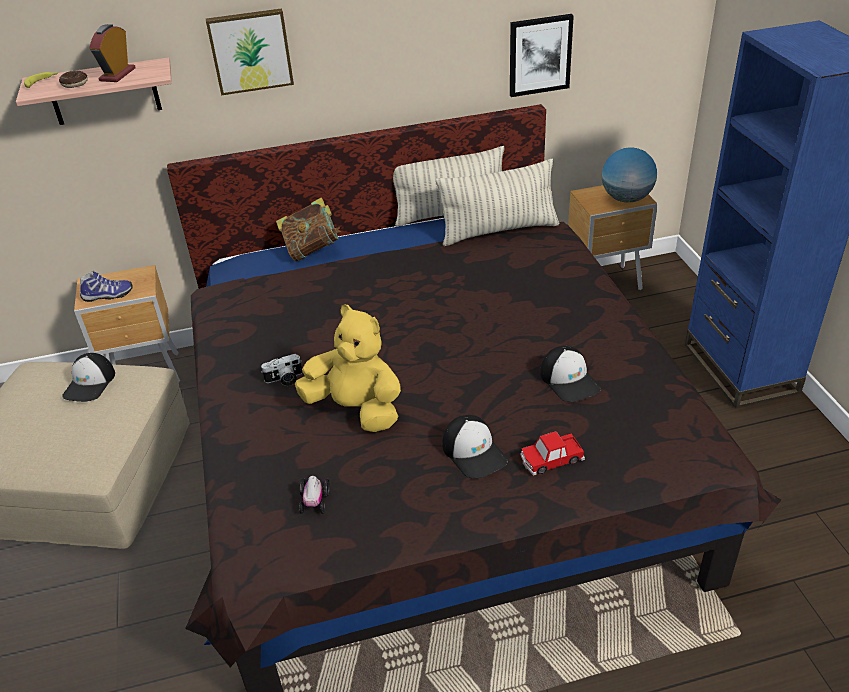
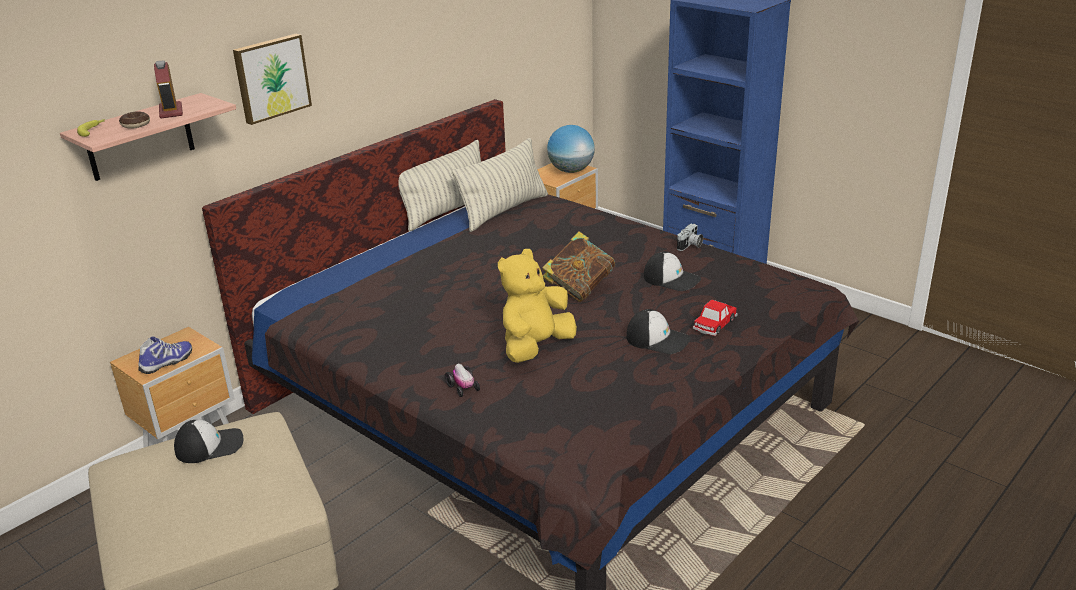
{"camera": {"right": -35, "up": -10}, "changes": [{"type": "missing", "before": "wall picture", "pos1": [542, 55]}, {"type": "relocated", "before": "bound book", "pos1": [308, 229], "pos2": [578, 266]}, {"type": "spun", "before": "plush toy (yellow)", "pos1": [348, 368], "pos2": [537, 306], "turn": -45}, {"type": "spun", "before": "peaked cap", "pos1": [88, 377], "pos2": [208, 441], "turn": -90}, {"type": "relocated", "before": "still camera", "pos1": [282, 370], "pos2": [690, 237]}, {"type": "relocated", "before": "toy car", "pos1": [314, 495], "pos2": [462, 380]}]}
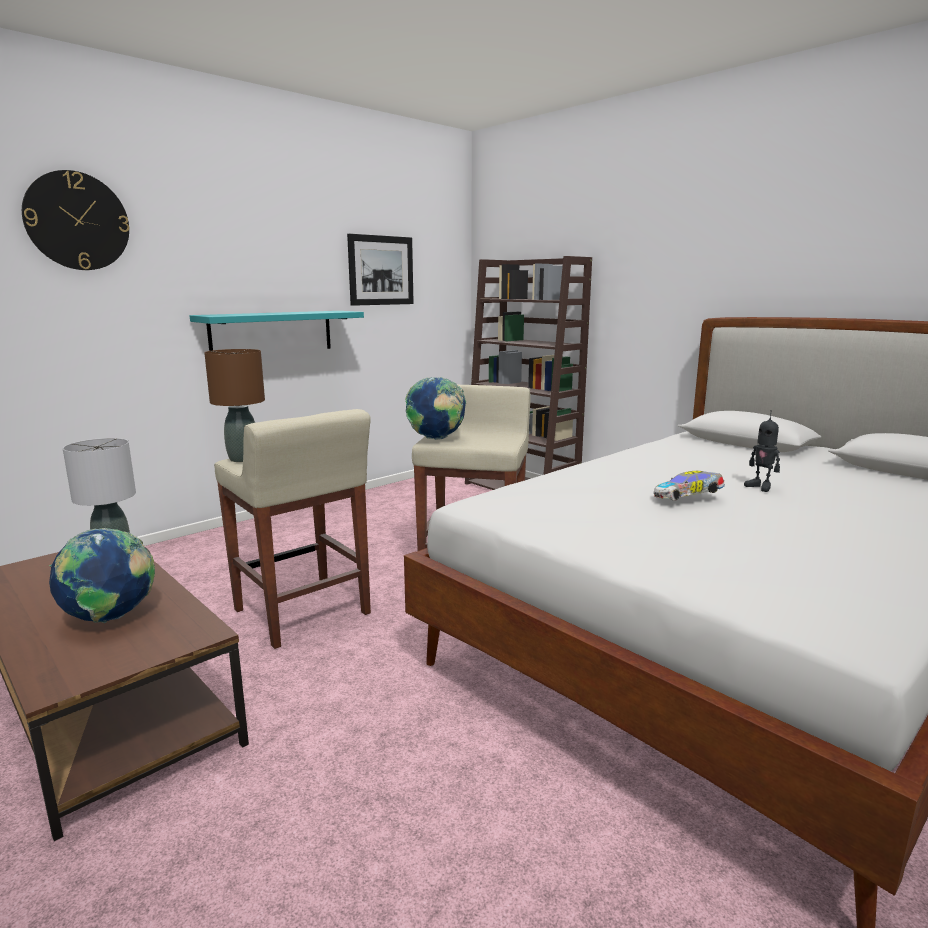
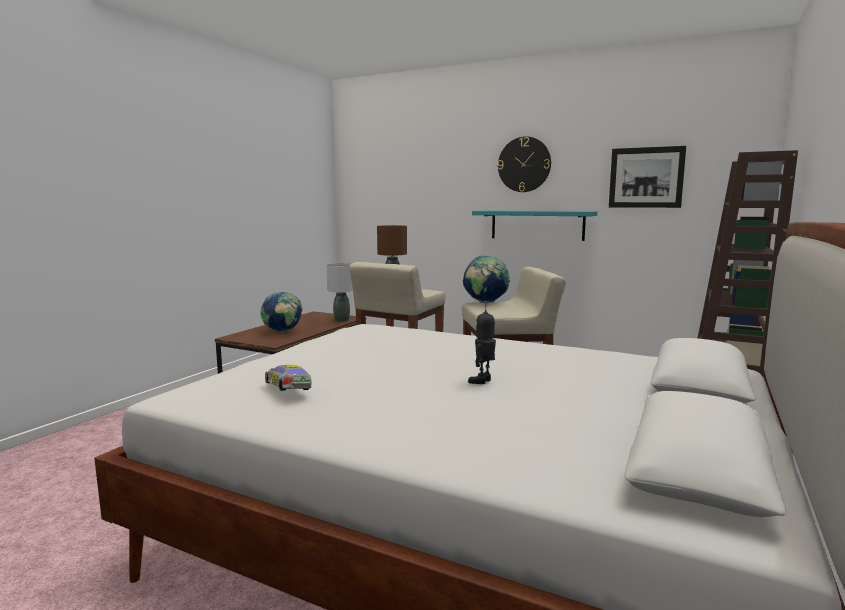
{"camera": {"right": 70, "up": -5}, "changes": [{"type": "relocated", "before": "wall clock", "pos1": [75, 220], "pos2": [524, 164]}, {"type": "relocated", "before": "toy car", "pos1": [689, 486], "pos2": [288, 378]}]}
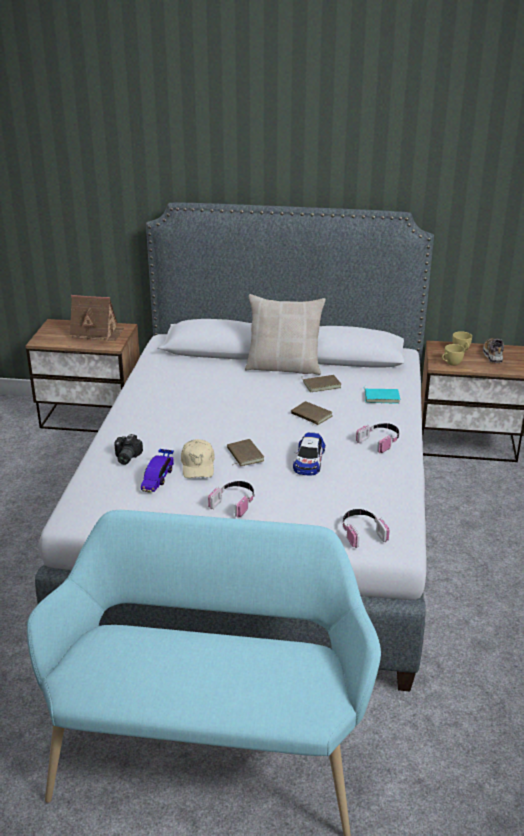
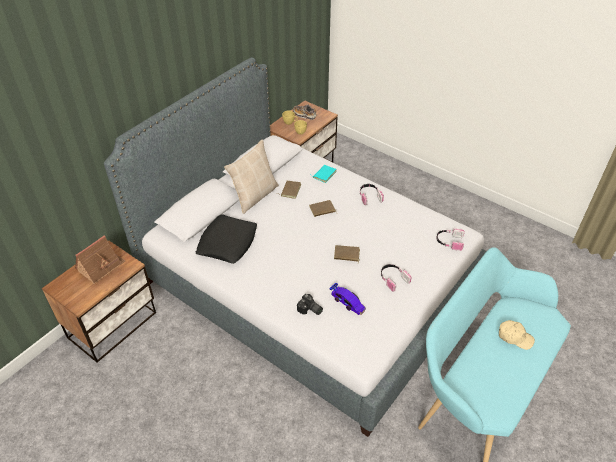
{"camera": {"right": -60, "up": 15}, "changes": [{"type": "missing", "before": "toy car", "pos1": [309, 454]}, {"type": "relocated", "before": "peaked cap (beige-coloured)", "pos1": [198, 458], "pos2": [517, 335]}, {"type": "appeared", "after": "pillow (black-coloured)", "pos2": [226, 239]}]}
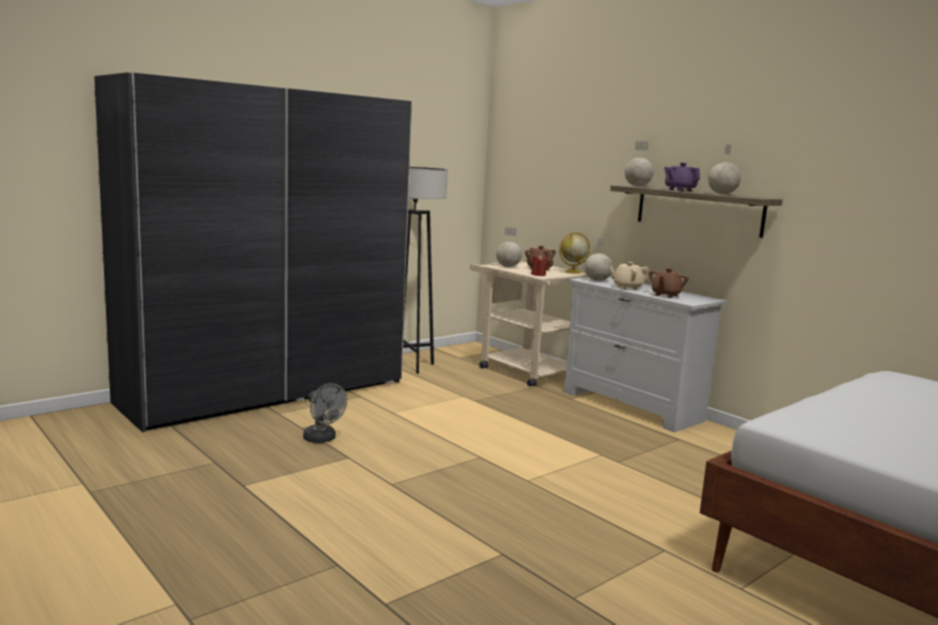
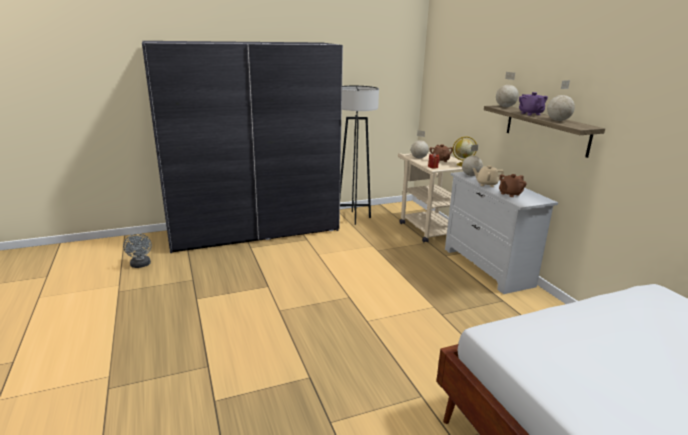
{"camera": {"right": 20, "up": 10}, "changes": [{"type": "relocated", "before": "electric fan (gray)", "pos1": [325, 413], "pos2": [137, 250]}]}
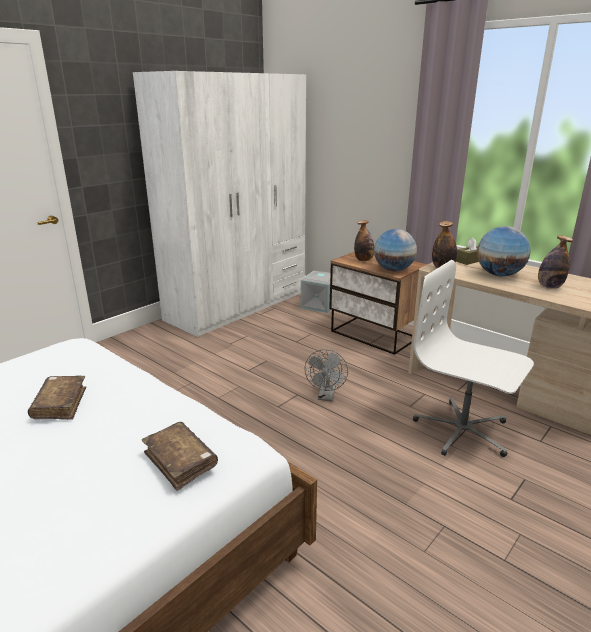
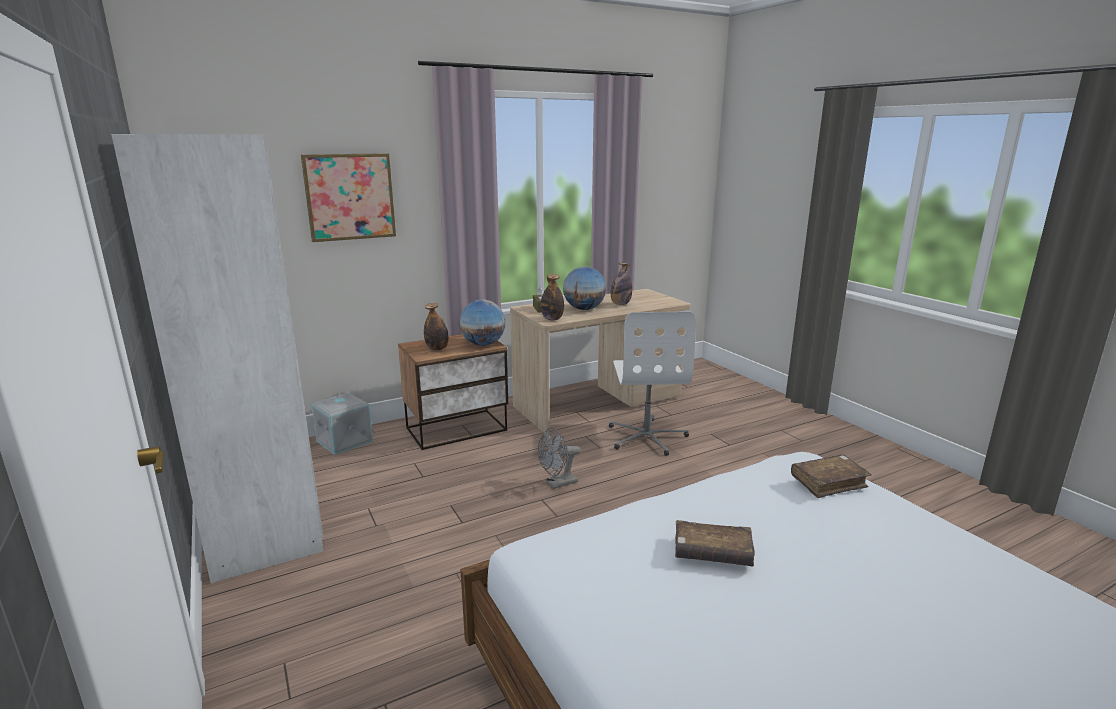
{"camera": {"right": -70, "up": -5}, "changes": [{"type": "spun", "before": "desk chair (white)", "pos1": [473, 358], "pos2": [652, 384], "turn": -60}, {"type": "spun", "before": "electric fan (gray)", "pos1": [326, 375], "pos2": [559, 458], "turn": 120}, {"type": "appeared", "after": "wall picture", "pos2": [348, 197]}]}
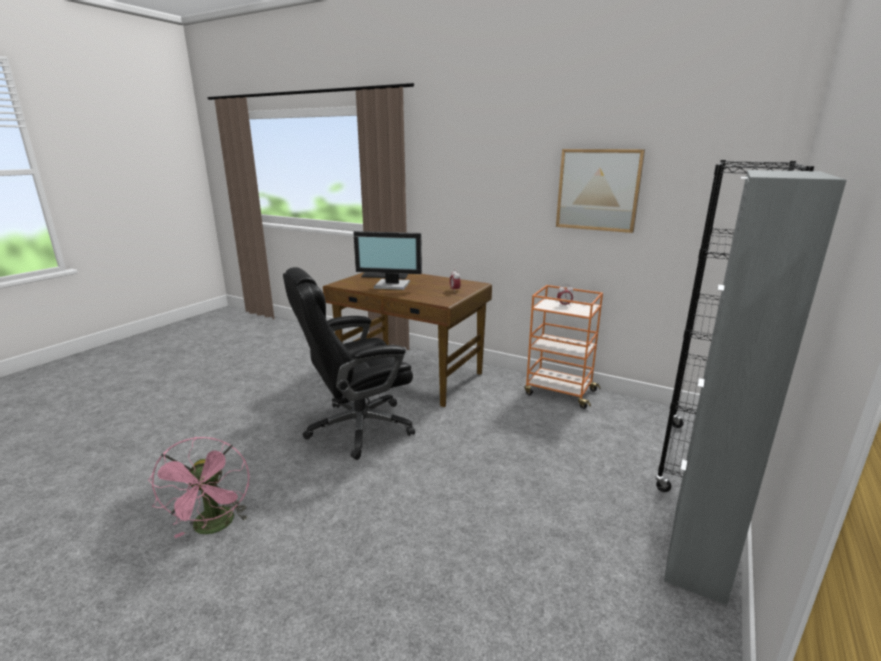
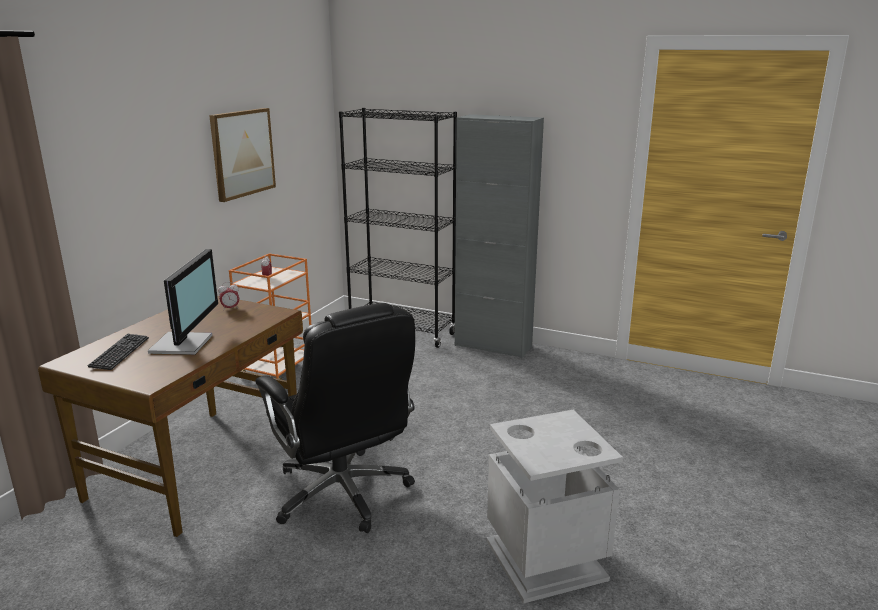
{"camera": {"right": -95, "up": 0}, "changes": [{"type": "exchanged", "before": "electric fan (pinkish)", "after": "waste bin (gray)", "pos1": [198, 487], "pos2": [554, 507]}]}
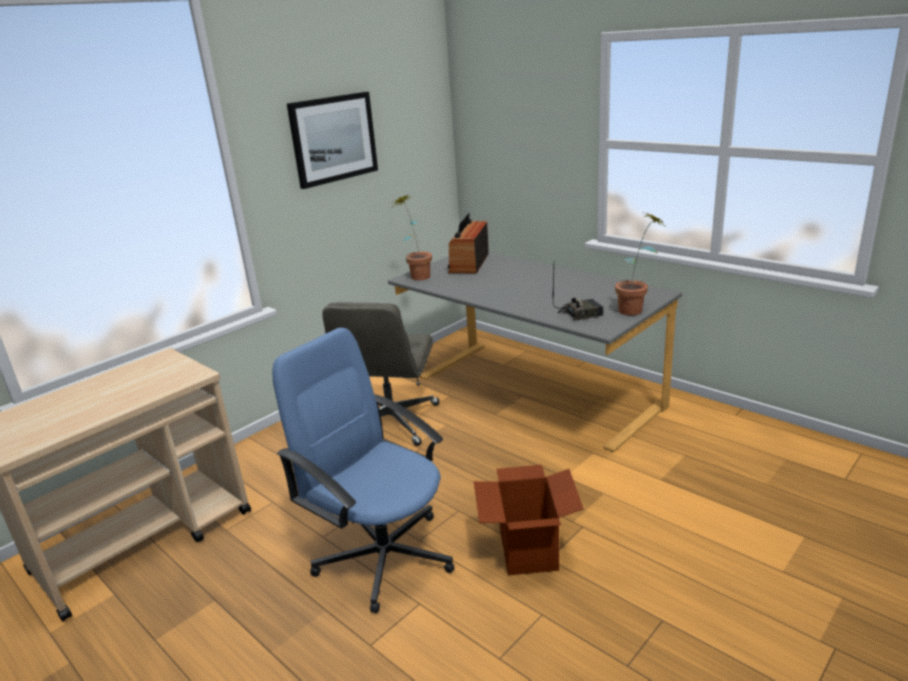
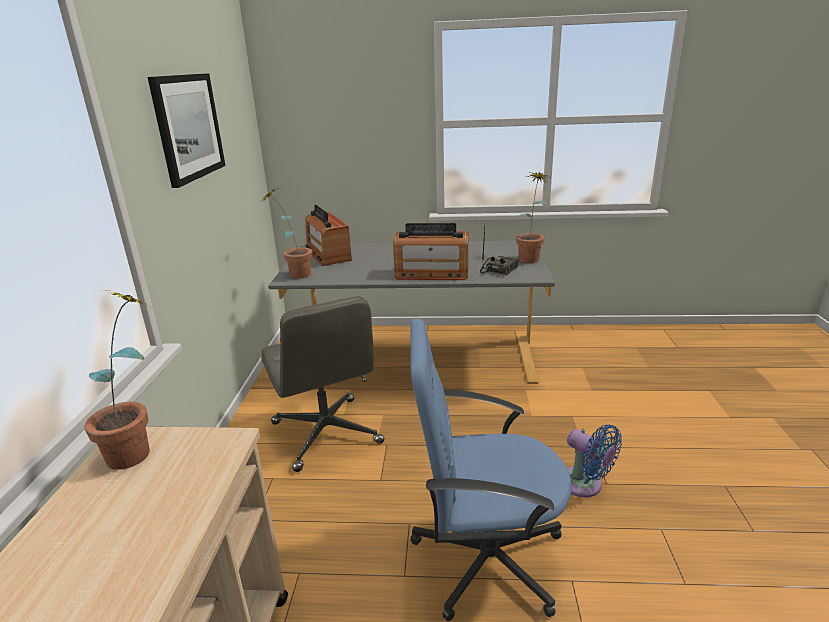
{"camera": {"right": -40, "up": 0}, "changes": [{"type": "exchanged", "before": "packing box", "after": "electric fan (blue)", "pos1": [529, 520], "pos2": [594, 461]}, {"type": "appeared", "after": "radio set", "pos2": [431, 251]}, {"type": "appeared", "after": "potted plant", "pos2": [117, 381]}]}
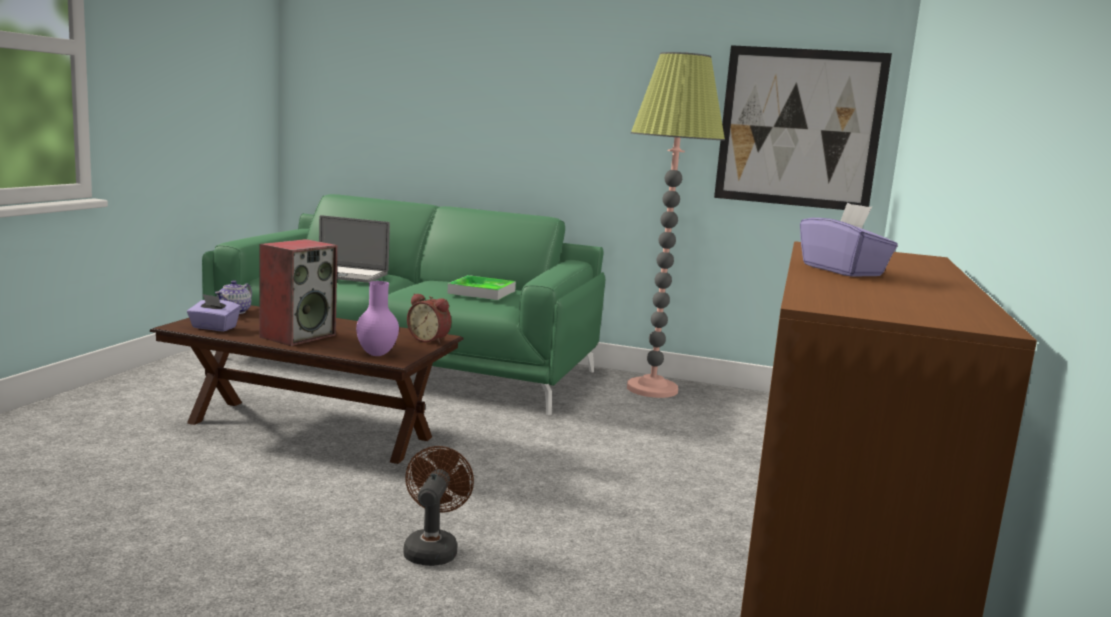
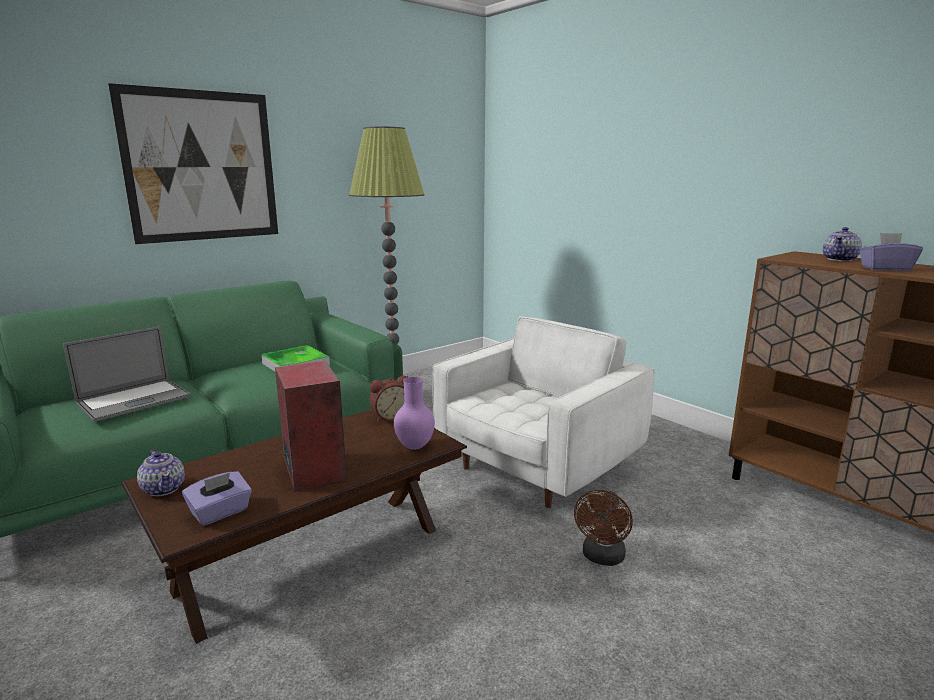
{"camera": {"right": -55, "up": 5}, "changes": [{"type": "relocated", "before": "wall picture", "pos1": [803, 127], "pos2": [193, 163]}, {"type": "spun", "before": "electric fan (brownish)", "pos1": [438, 506], "pos2": [603, 528], "turn": -105}, {"type": "appeared", "after": "tea pot", "pos2": [842, 244]}, {"type": "appeared", "after": "armchair (white)", "pos2": [543, 412]}]}
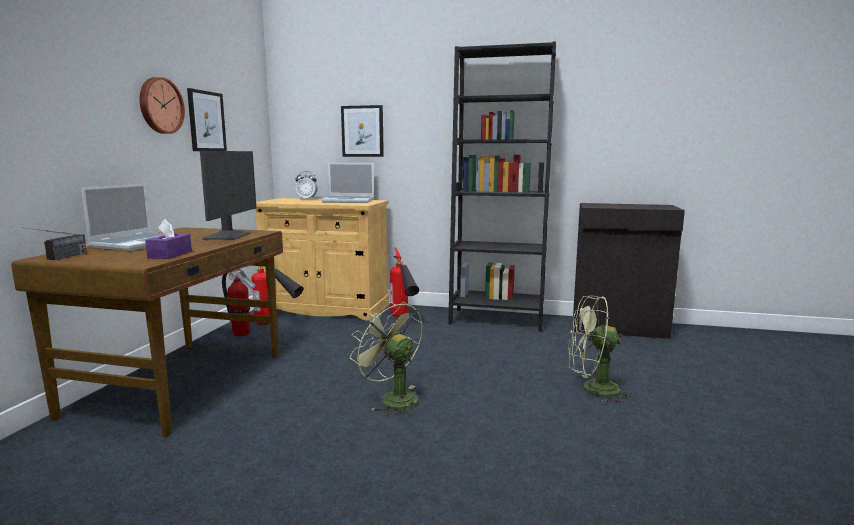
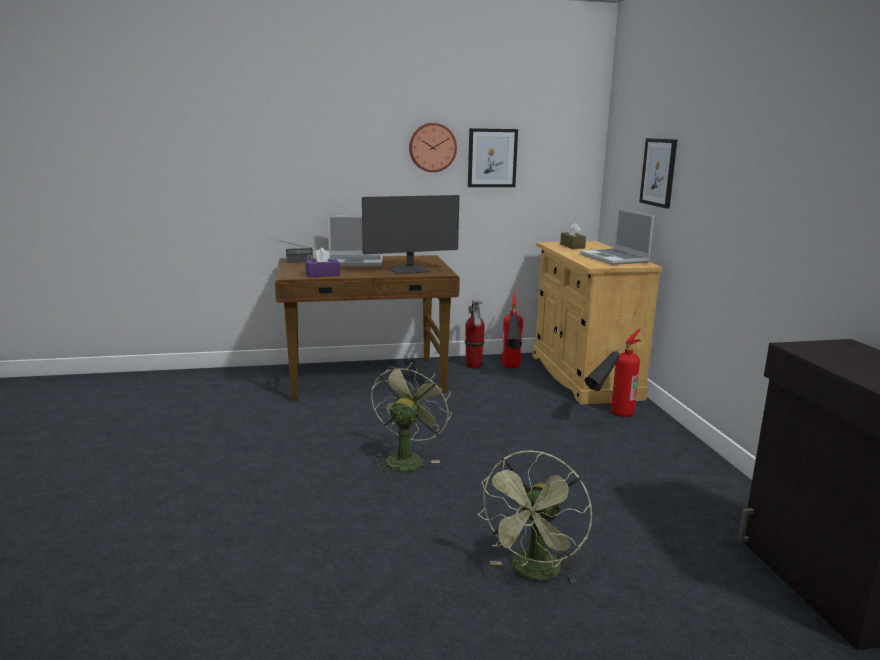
{"camera": {"right": 65, "up": 5}, "changes": [{"type": "missing", "before": "bookcase (black-coloured)", "pos1": [502, 186]}, {"type": "missing", "before": "bedside clock", "pos1": [306, 185]}, {"type": "spun", "before": "electric fan (green-coloured)", "pos1": [601, 349], "pos2": [534, 516], "turn": -135}, {"type": "appeared", "after": "tissue box (brownish)", "pos2": [573, 236]}]}
